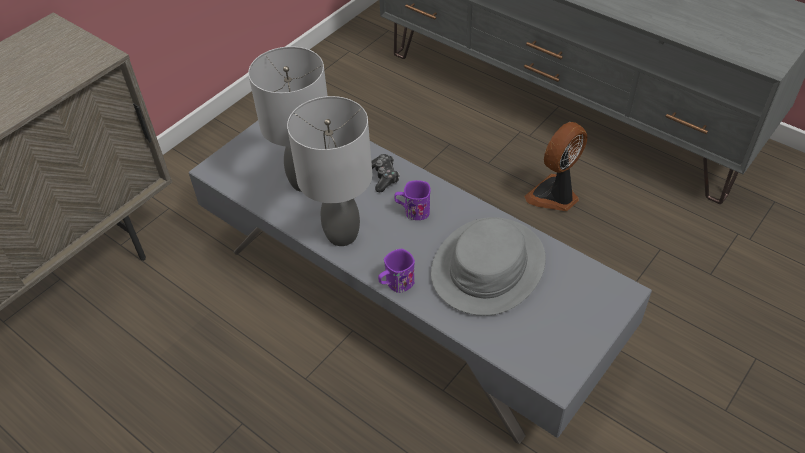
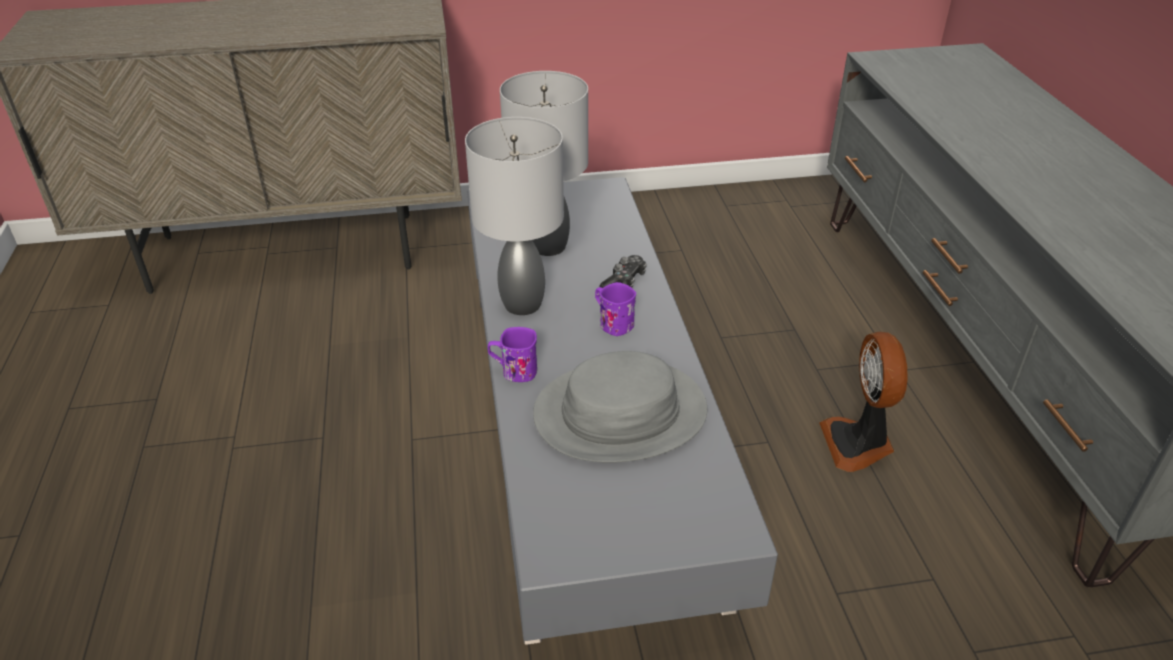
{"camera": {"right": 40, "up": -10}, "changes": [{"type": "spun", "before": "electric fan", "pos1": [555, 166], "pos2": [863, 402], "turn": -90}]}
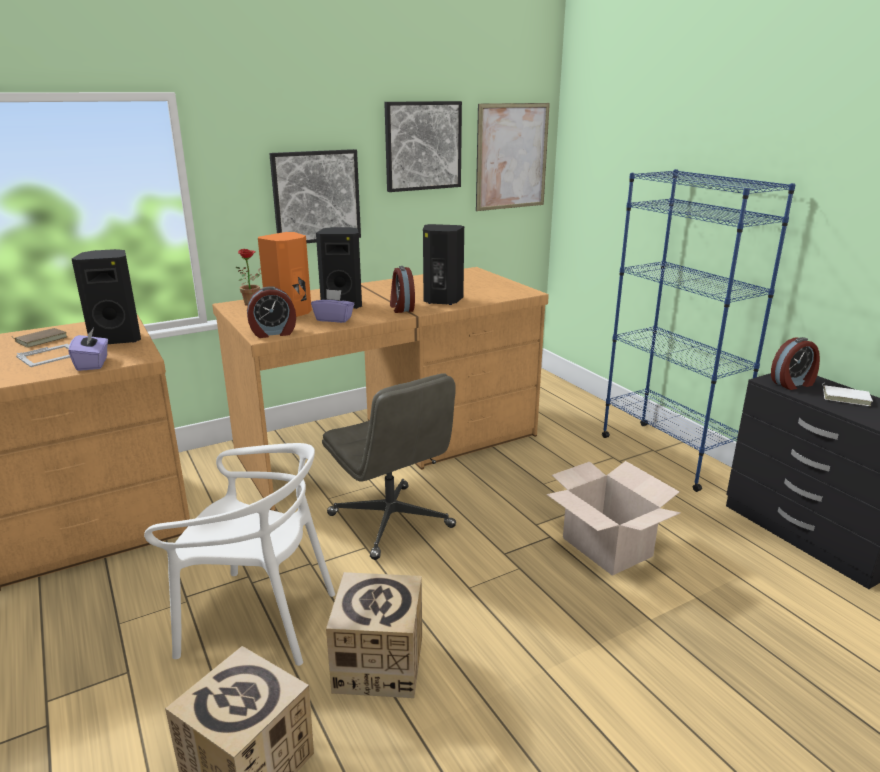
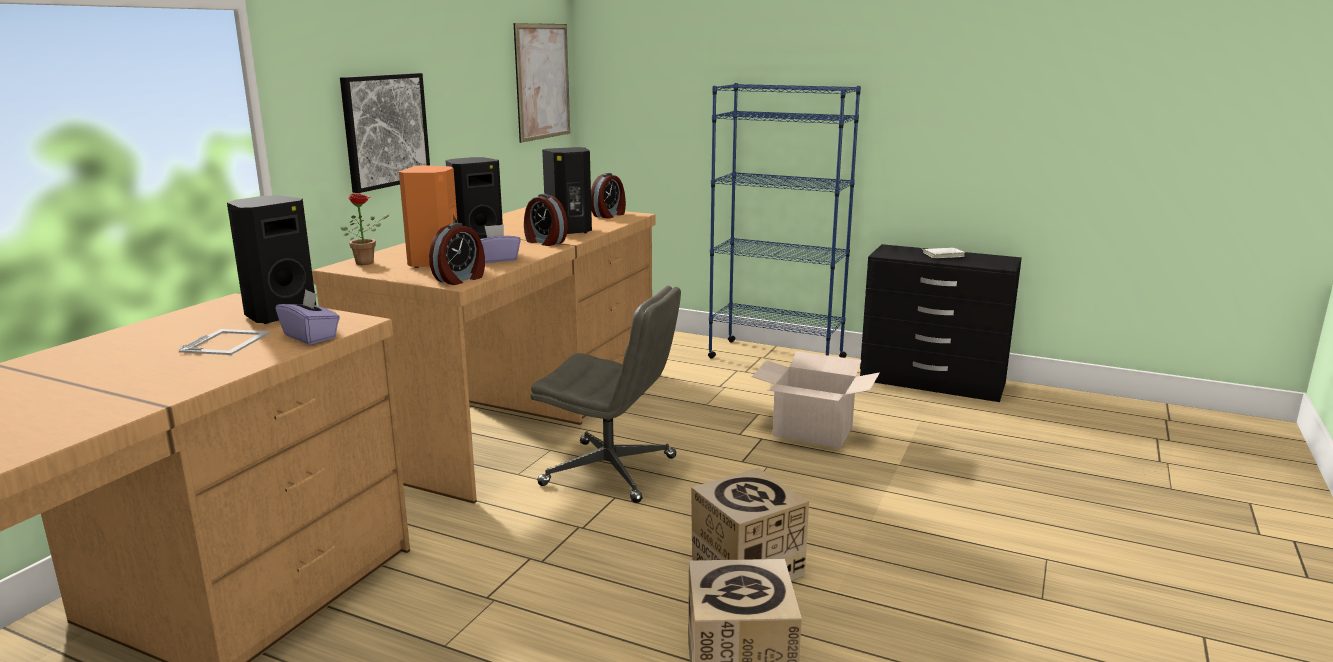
{"camera": {"right": -35, "up": -5}, "changes": [{"type": "missing", "before": "wall picture", "pos1": [423, 146]}, {"type": "missing", "before": "bound book (brownish)", "pos1": [39, 338]}, {"type": "relocated", "before": "bedside clock", "pos1": [795, 363], "pos2": [608, 195]}, {"type": "missing", "before": "chair (white)", "pos1": [239, 554]}]}
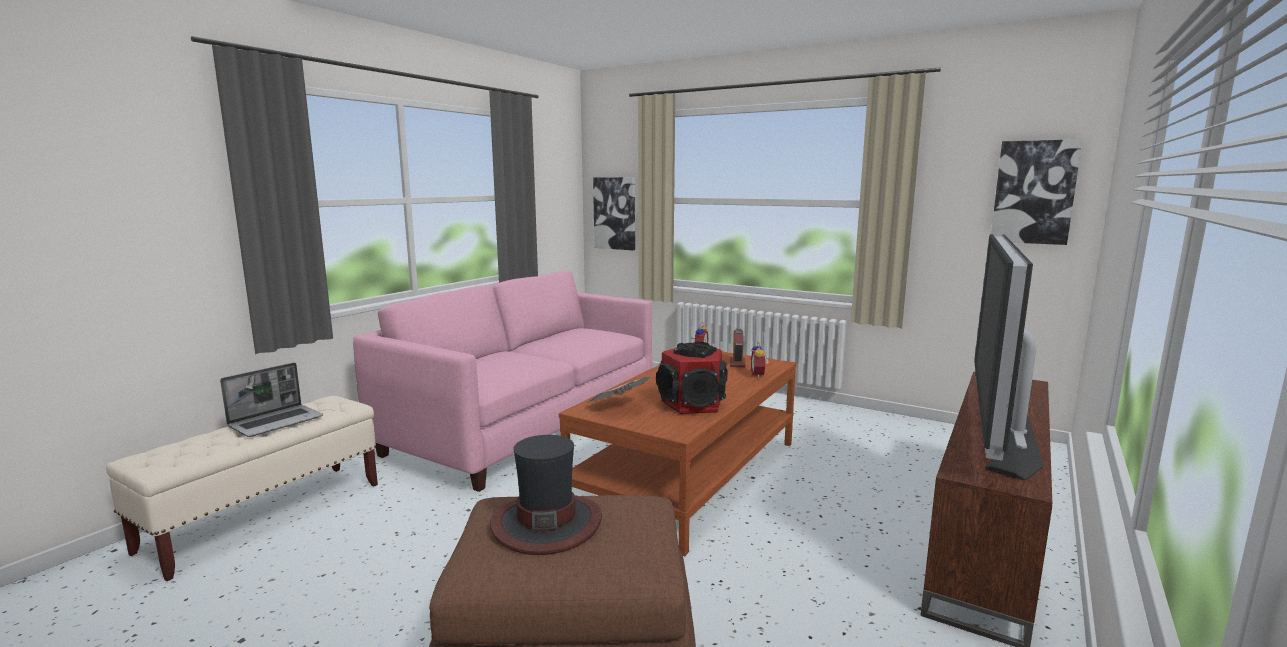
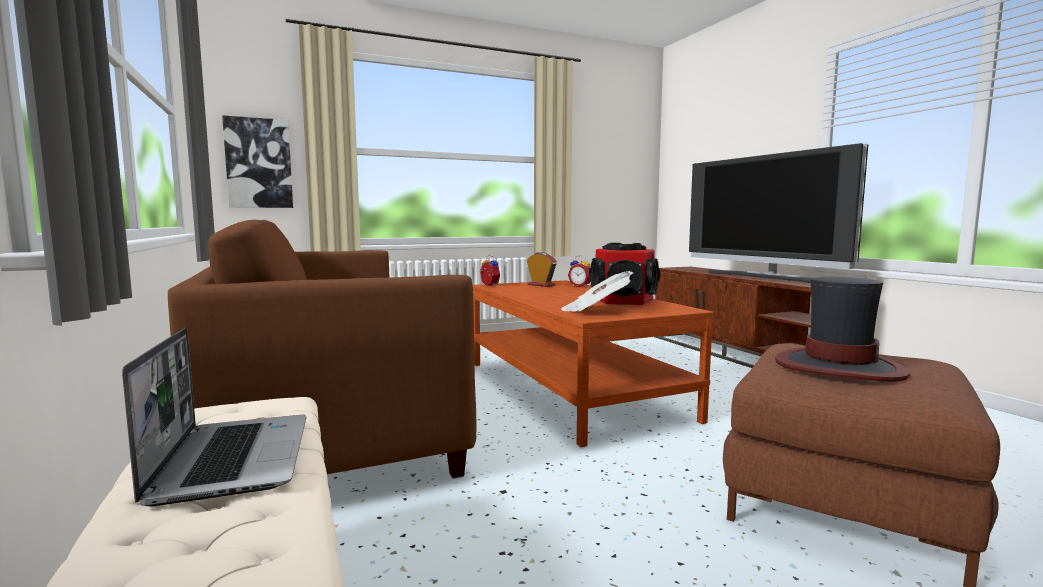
{"camera": {"right": -55, "up": -5}, "changes": [{"type": "missing", "before": "wall picture", "pos1": [1036, 192]}, {"type": "colour", "before": "sofa (pinkish)", "after": "sofa (brownish)", "pos1": [502, 381], "pos2": [322, 349]}]}
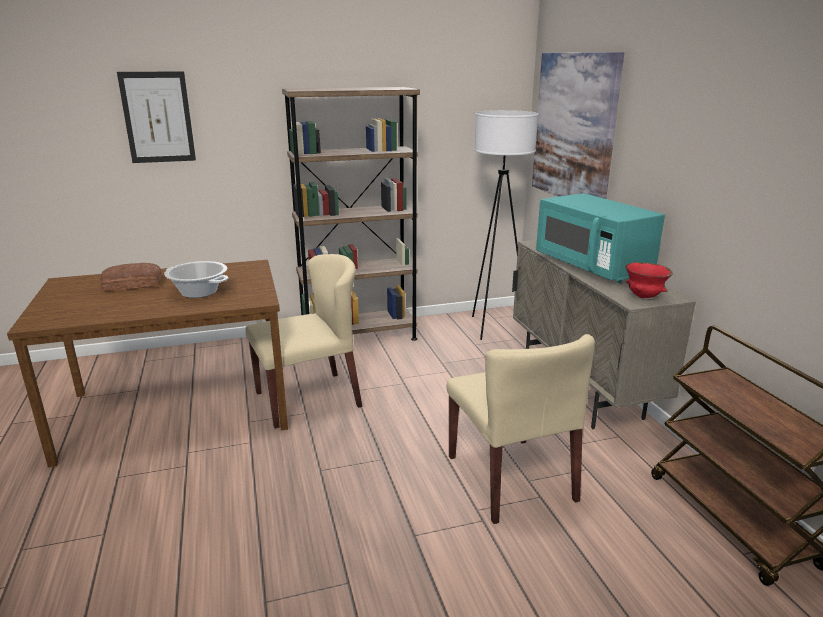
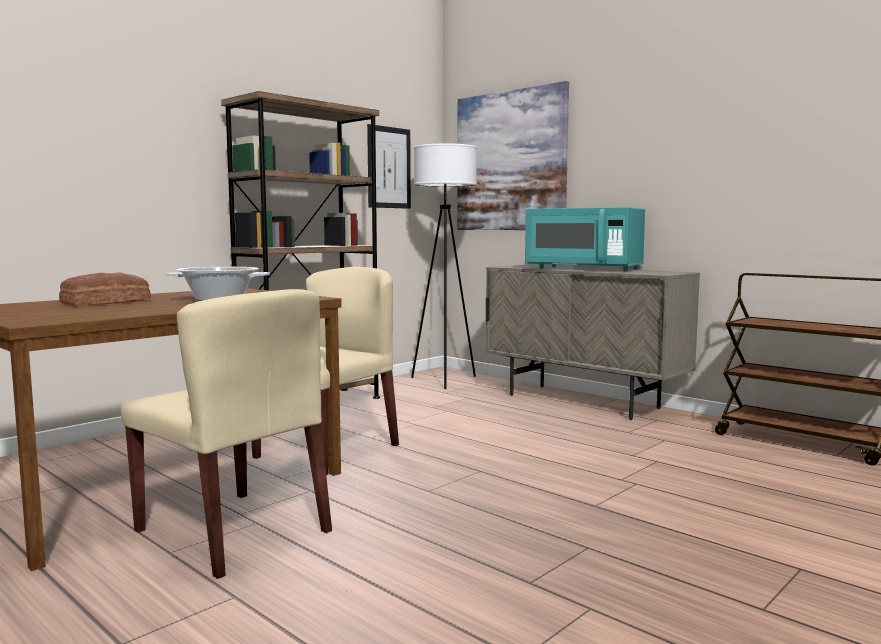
{"camera": {"right": -30, "up": -15}, "changes": [{"type": "relocated", "before": "wall picture", "pos1": [156, 117], "pos2": [389, 166]}, {"type": "missing", "before": "bowl (red-coloured)", "pos1": [649, 280]}, {"type": "relocated", "before": "chair (beige-coloured)", "pos1": [520, 429], "pos2": [226, 434]}]}
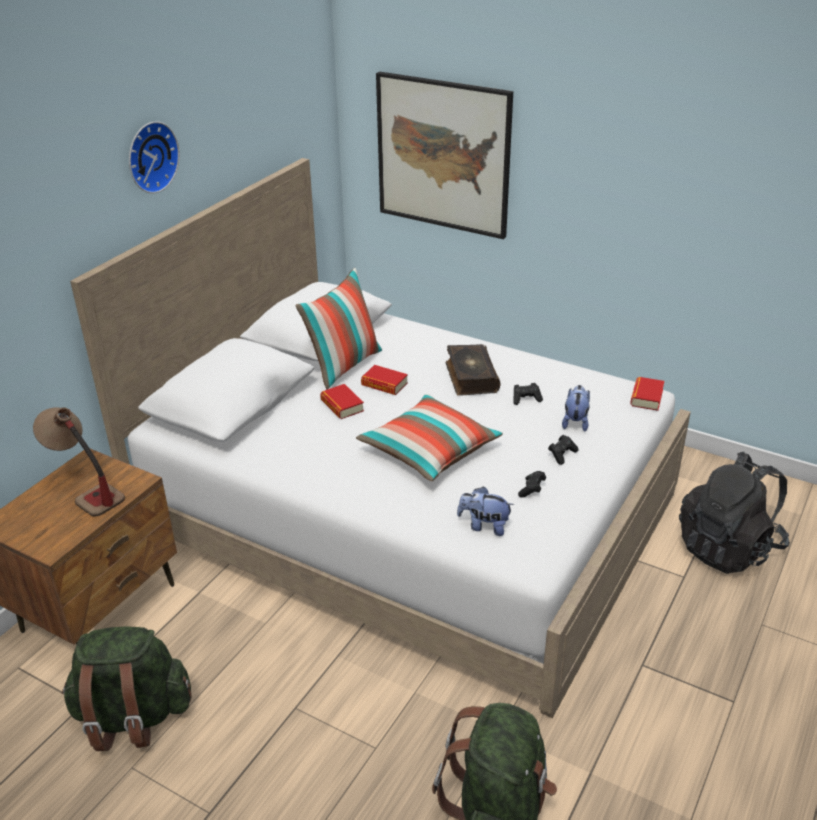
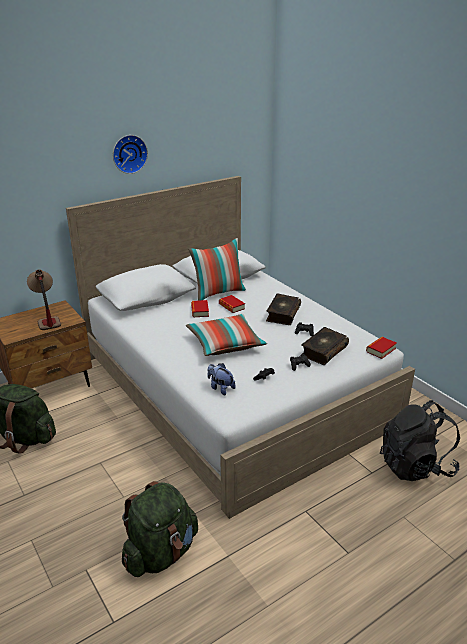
{"camera": {"right": 25, "up": -5}, "changes": [{"type": "missing", "before": "wall picture", "pos1": [444, 155]}, {"type": "exchanged", "before": "plush toy", "after": "bound book", "pos1": [576, 408], "pos2": [324, 346]}]}
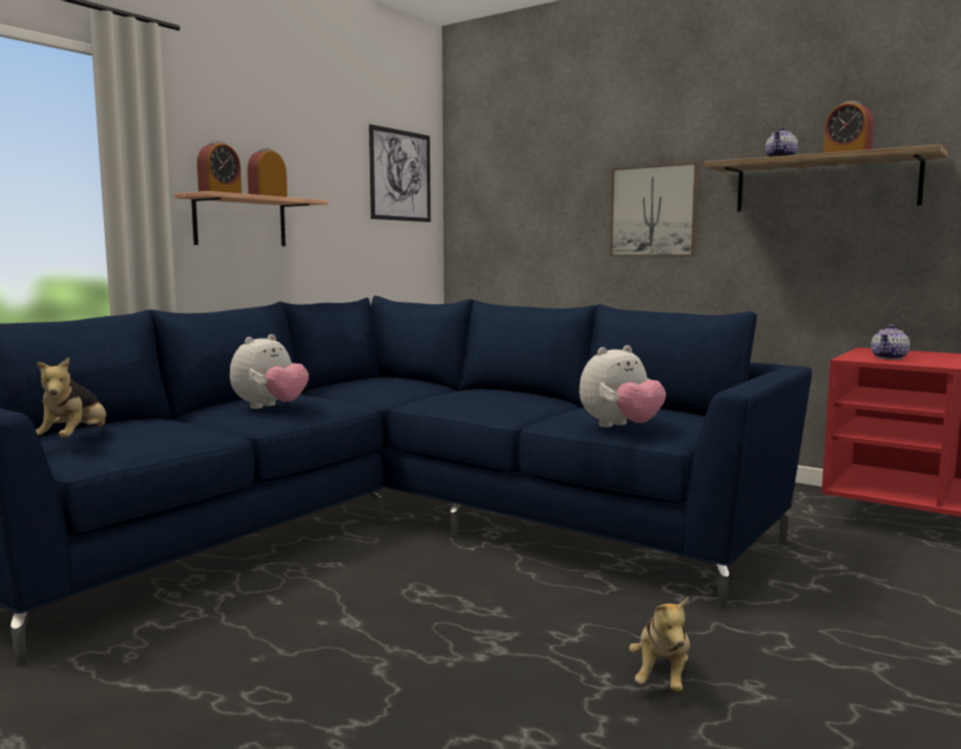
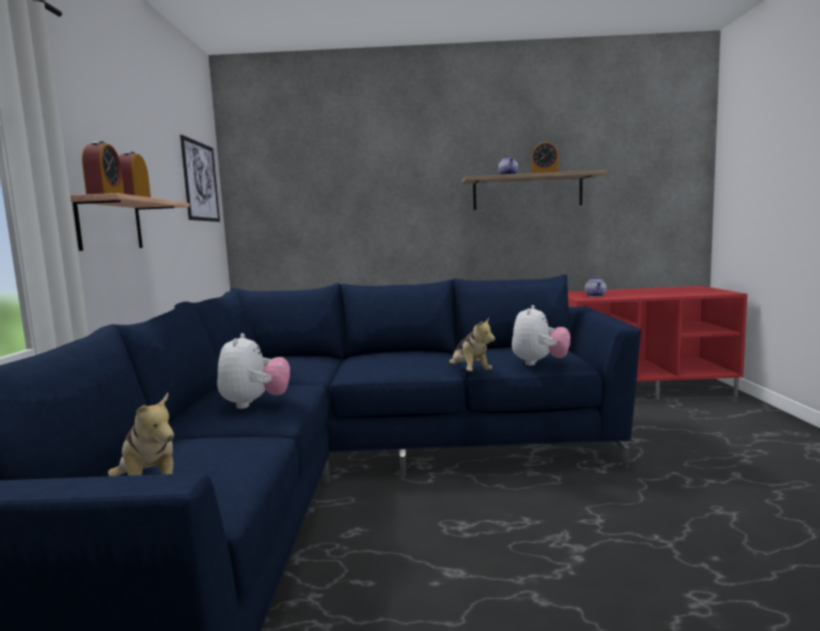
{"camera": {"right": -35, "up": 0}, "changes": [{"type": "missing", "before": "wall picture", "pos1": [654, 209]}, {"type": "relocated", "before": "plush toy", "pos1": [659, 644], "pos2": [472, 344]}]}
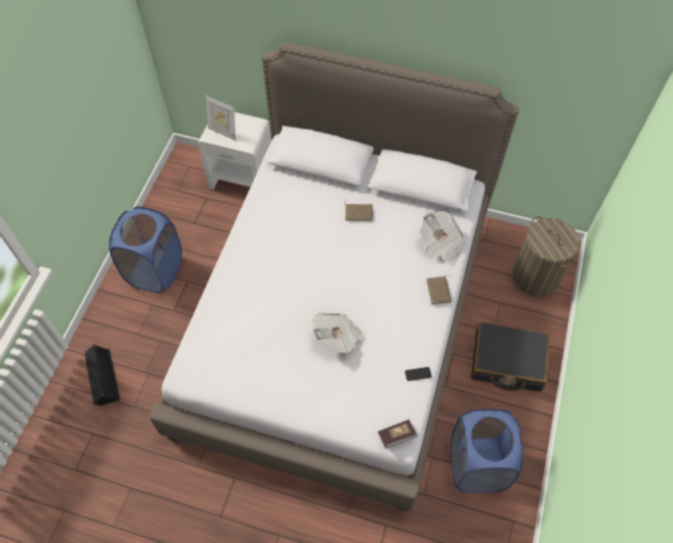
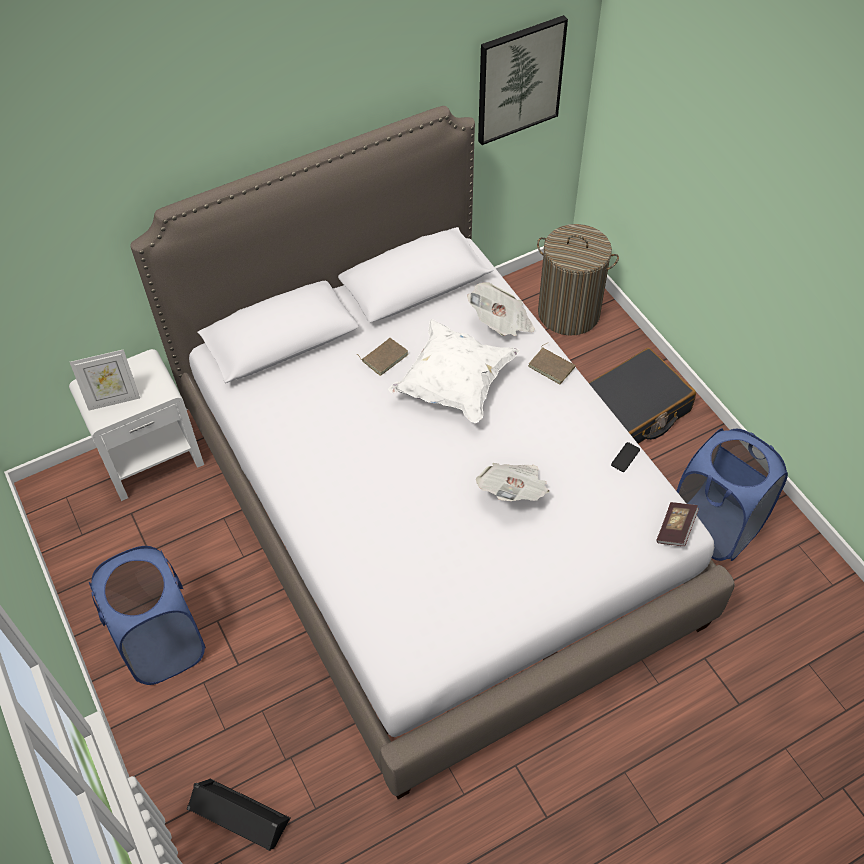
{"camera": {"right": -45, "up": -5}, "changes": [{"type": "appeared", "after": "wall picture", "pos2": [523, 80]}, {"type": "appeared", "after": "pillow (white)", "pos2": [454, 371]}]}
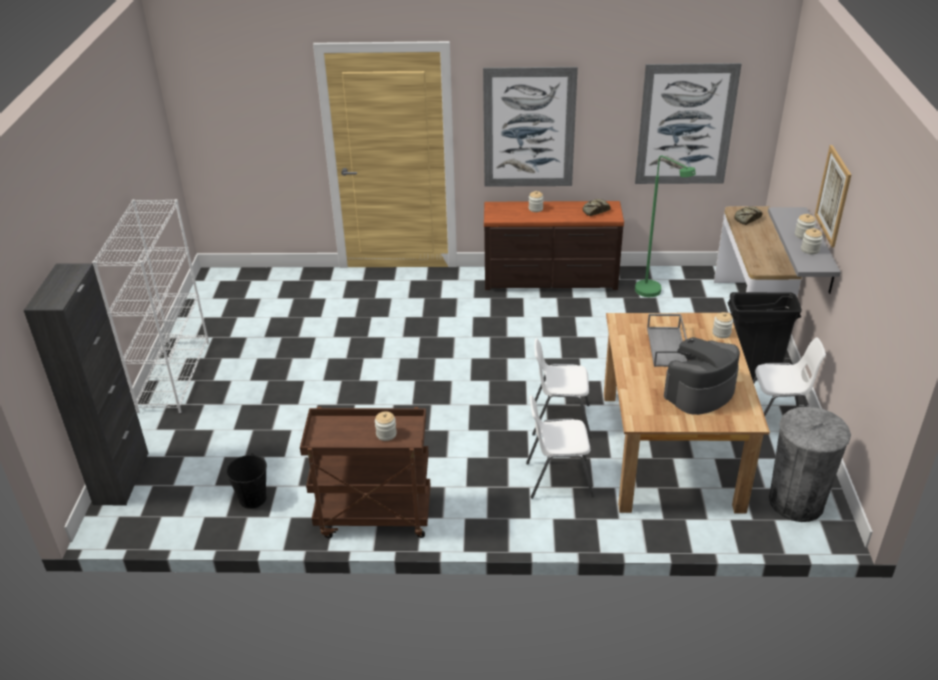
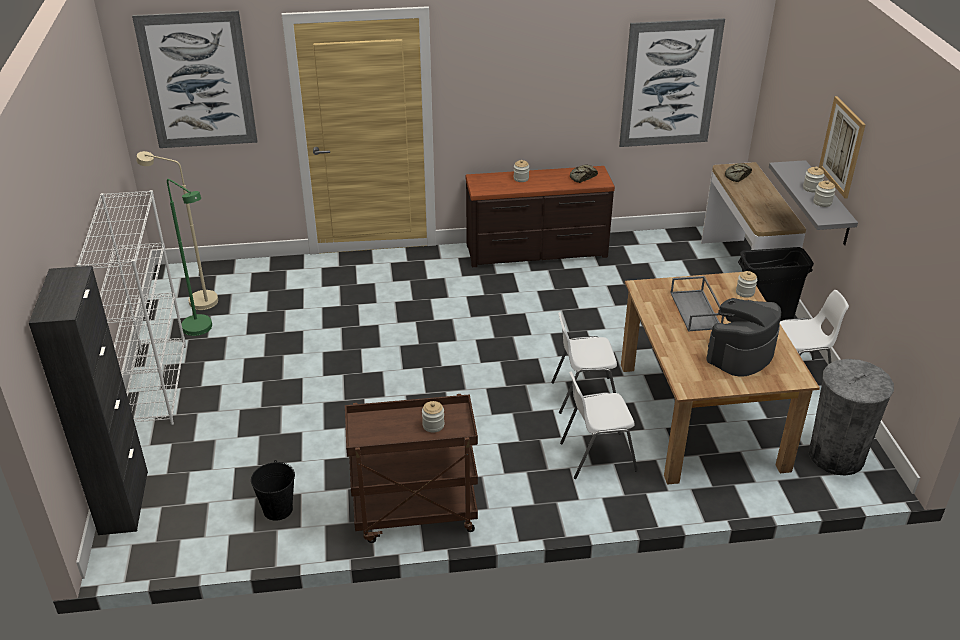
{"camera": {"right": -10, "up": 0}, "changes": [{"type": "relocated", "before": "wall picture", "pos1": [530, 127], "pos2": [195, 79]}, {"type": "relocated", "before": "standing lamp (green-coloured)", "pos1": [665, 226], "pos2": [189, 257]}, {"type": "appeared", "after": "standing lamp (beige-coloured)", "pos2": [177, 230]}]}
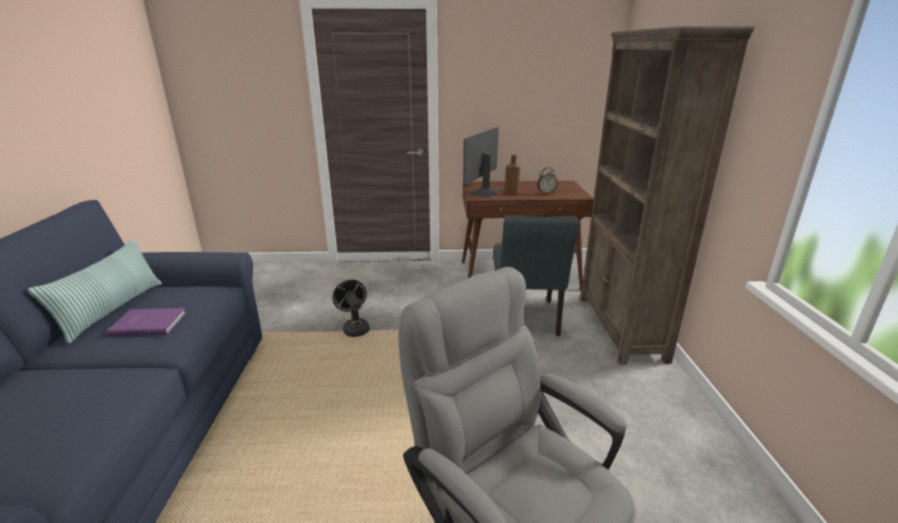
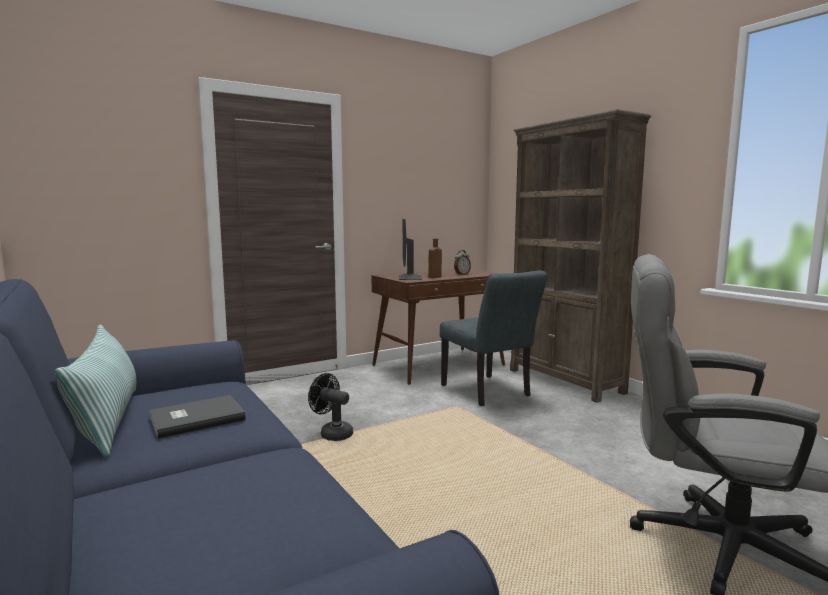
{"camera": {"right": -30, "up": -15}, "changes": [{"type": "colour", "before": "bound book (purple-coloured)", "after": "bound book (gray)", "pos1": [146, 322], "pos2": [197, 417]}]}
